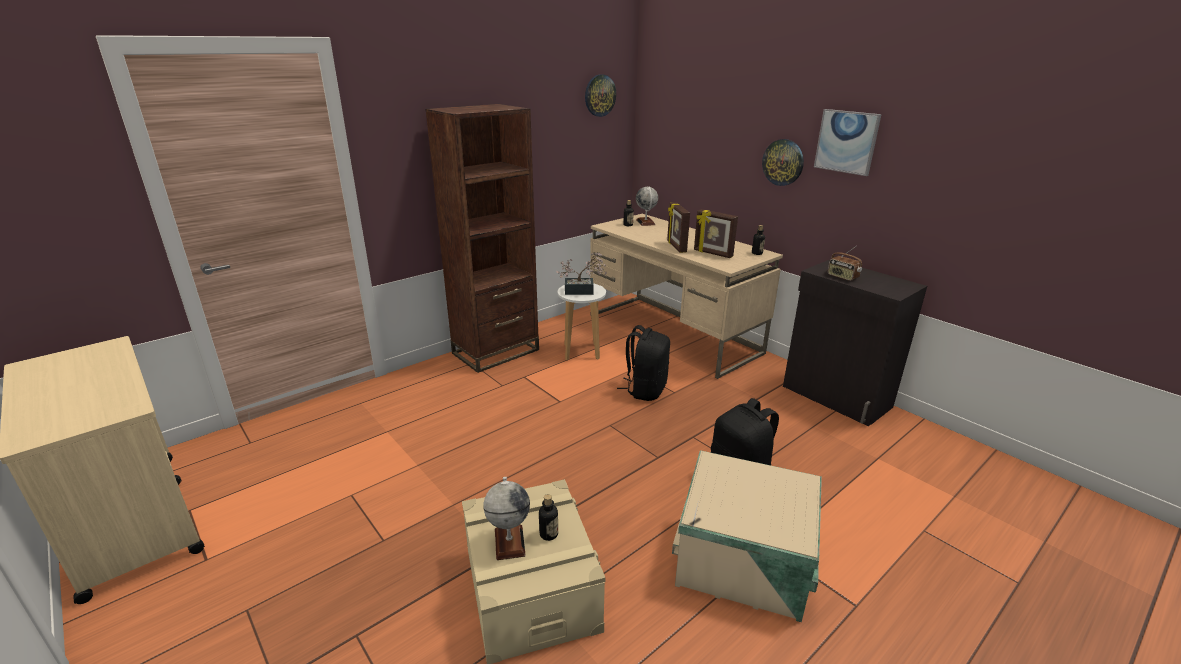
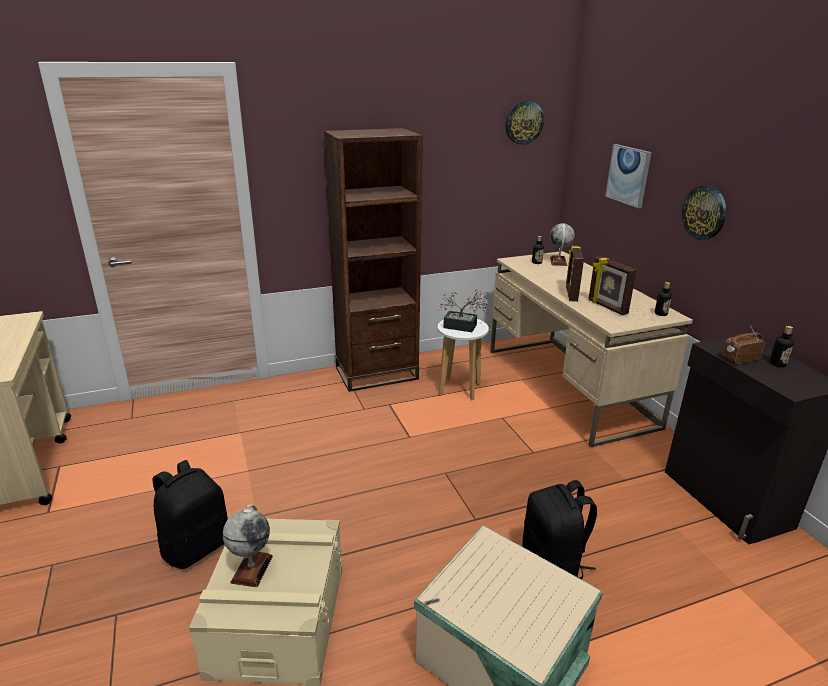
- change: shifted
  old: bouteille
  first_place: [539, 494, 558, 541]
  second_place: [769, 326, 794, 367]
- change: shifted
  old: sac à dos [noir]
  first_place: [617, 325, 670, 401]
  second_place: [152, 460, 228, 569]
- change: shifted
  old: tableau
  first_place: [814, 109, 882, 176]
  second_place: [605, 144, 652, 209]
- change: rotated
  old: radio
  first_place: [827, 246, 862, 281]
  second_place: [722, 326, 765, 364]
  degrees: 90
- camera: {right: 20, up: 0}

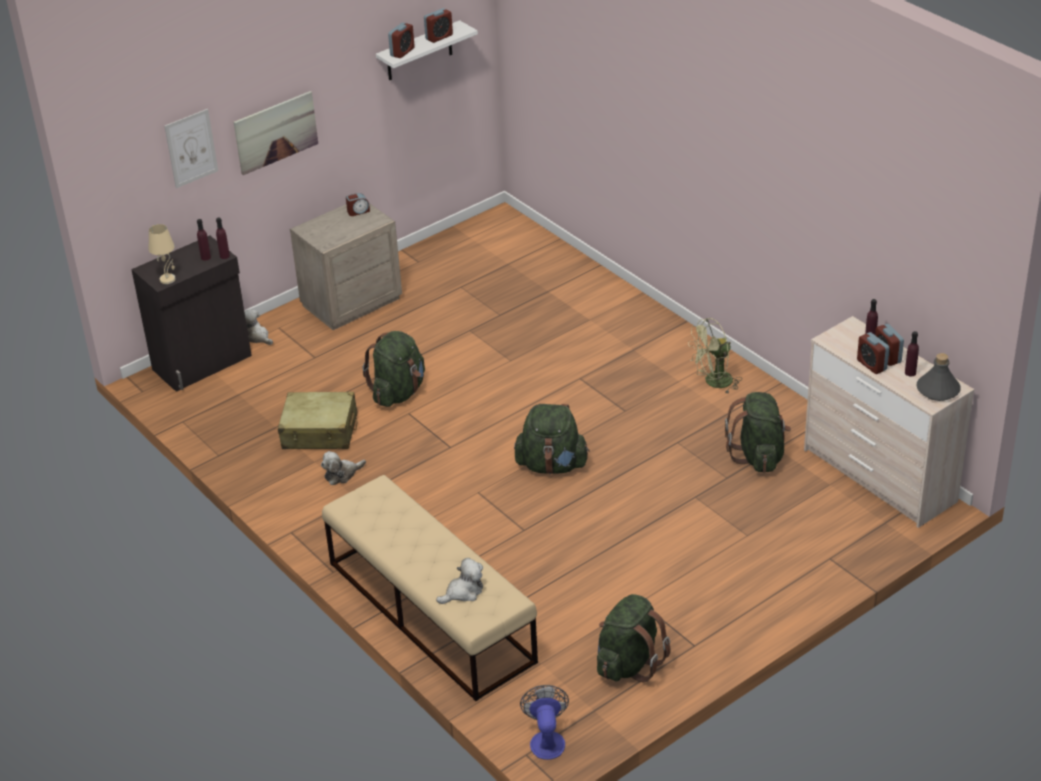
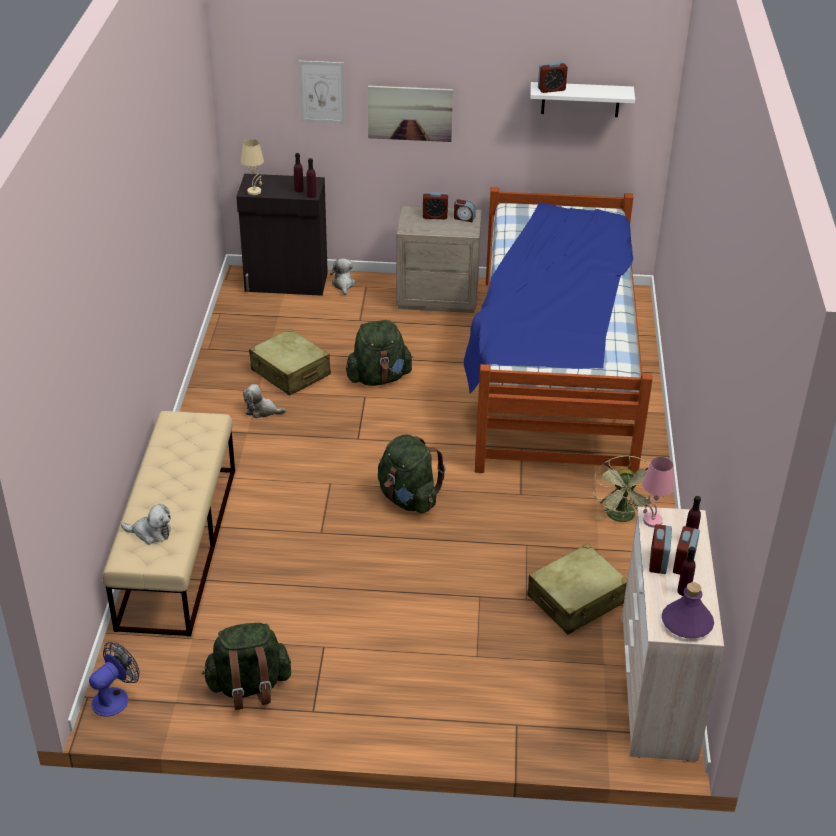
- change: shifted
  old: réveil
  first_place: [424, 8, 453, 43]
  second_place: [423, 192, 448, 219]
- change: rotated
  old: ventilateur [vert]
  first_place: [688, 318, 742, 394]
  second_place: [592, 455, 657, 522]
  degrees: -105
- change: swapped
  old: sac à dos [vert]
  new: valise [beige]
  first_place: [725, 392, 791, 473]
  second_place: [527, 543, 627, 634]
- change: repainted
  old: bouteille [gris]
  new: bouteille [violet]
  first_place: [916, 353, 961, 401]
  second_place: [662, 582, 714, 639]
- change: new
  new: lit
  second_place: [464, 187, 653, 473]
- change: new
  new: lampe de table [rose]
  second_place: [642, 457, 675, 527]
- camera: {right: 40, up: 0}

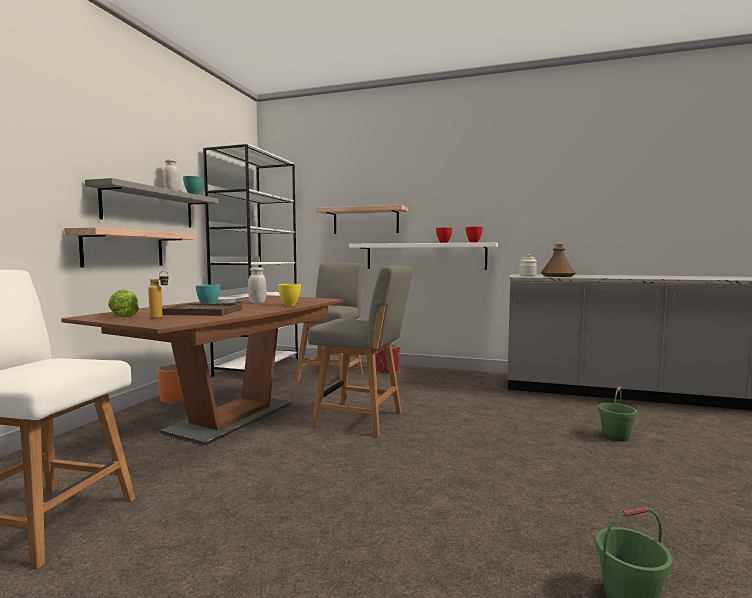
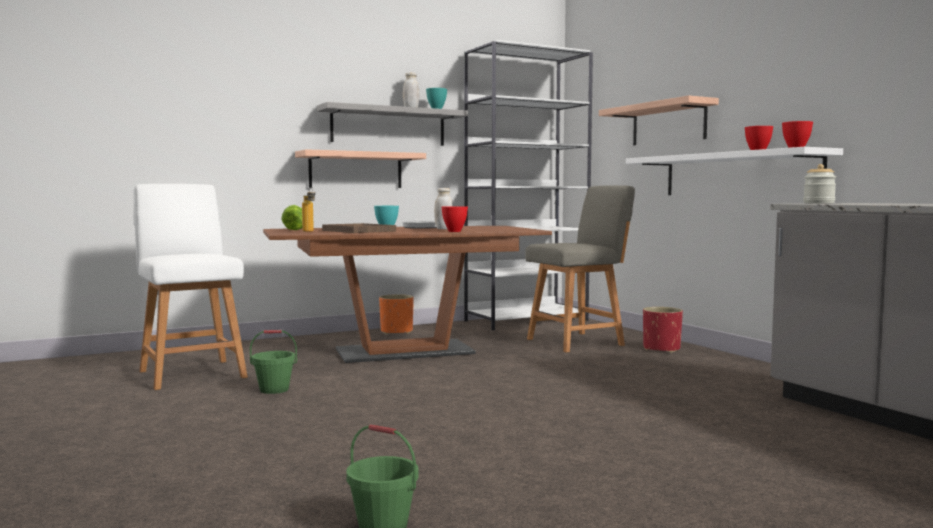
- change: repainted
  old: bol [jaune]
  new: bol [rouge]
  first_place: [278, 284, 301, 306]
  second_place: [441, 206, 468, 232]
- change: gone
  old: chaise [gris]
  first_place: [308, 265, 412, 437]
- change: gone
  old: bouteille [marron]
  first_place: [541, 244, 576, 277]
- change: shifted
  old: seau [vert]
  first_place: [598, 386, 637, 441]
  second_place: [250, 330, 297, 394]
- camera: {right: 45, up: 0}

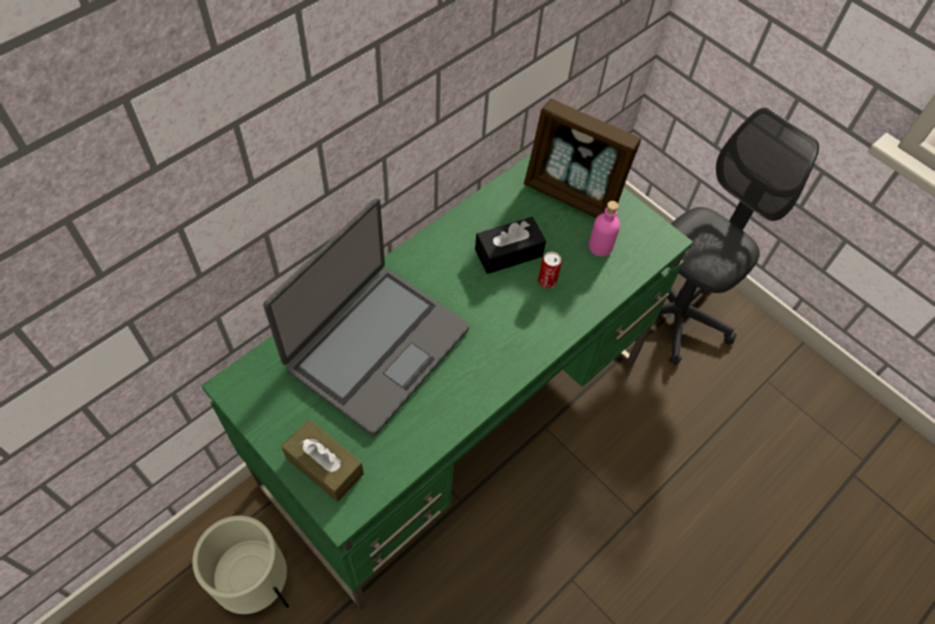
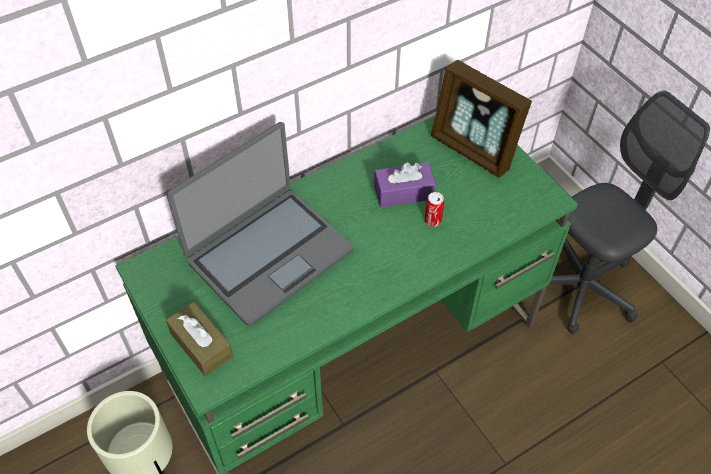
- change: repainted
  old: boîte à mouchoirs [noir]
  new: boîte à mouchoirs [violet]
  first_place: [475, 217, 546, 274]
  second_place: [374, 162, 436, 207]
- change: gone
  old: bouteille [rose]
  first_place: [588, 201, 620, 256]
- camera: {right: 15, up: -5}

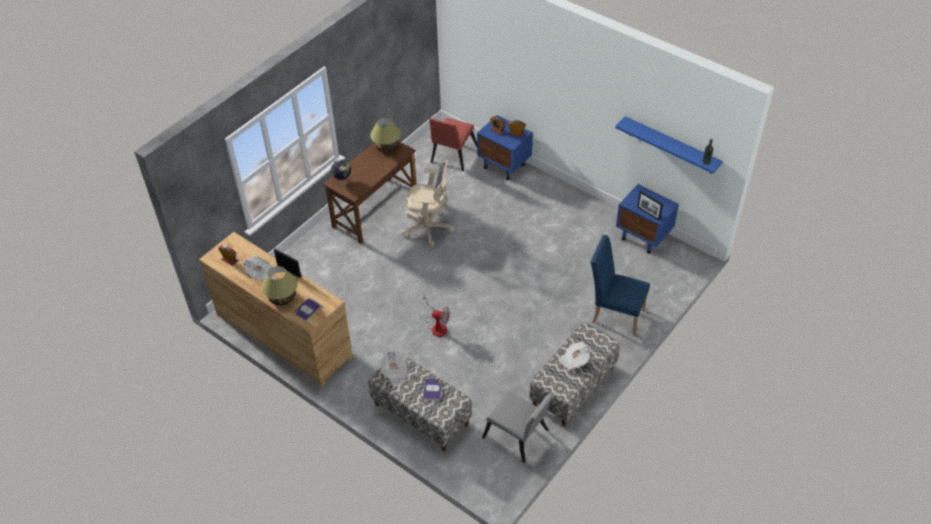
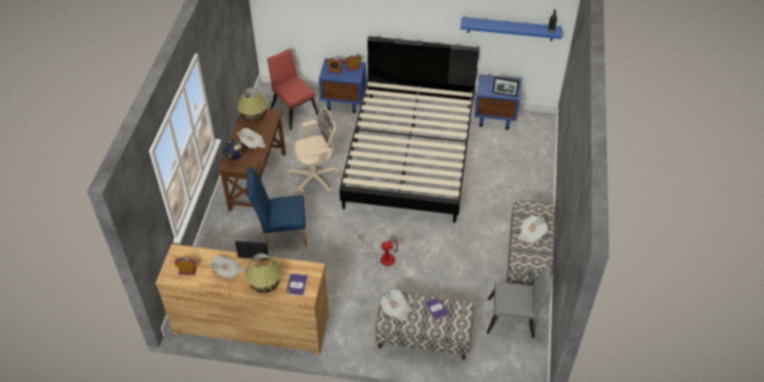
- change: rotated
  old: chaise [rouge]
  first_place: [429, 118, 477, 171]
  second_place: [267, 49, 319, 130]
  degrees: 150
- change: shifted
  old: chaise [bleu]
  first_place: [591, 235, 650, 336]
  second_place: [247, 167, 307, 249]
- change: new
  new: journal
  second_place: [237, 128, 265, 149]
- change: new
  new: lit [noir]
  second_place: [339, 36, 479, 223]
- camera: {right: -30, up: 0}

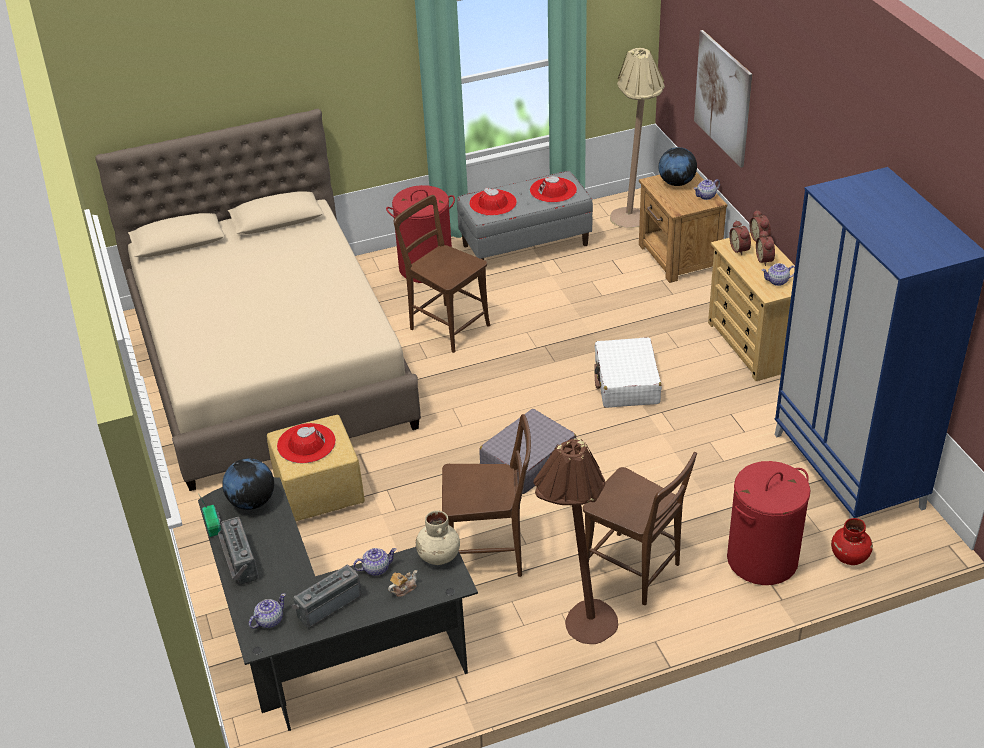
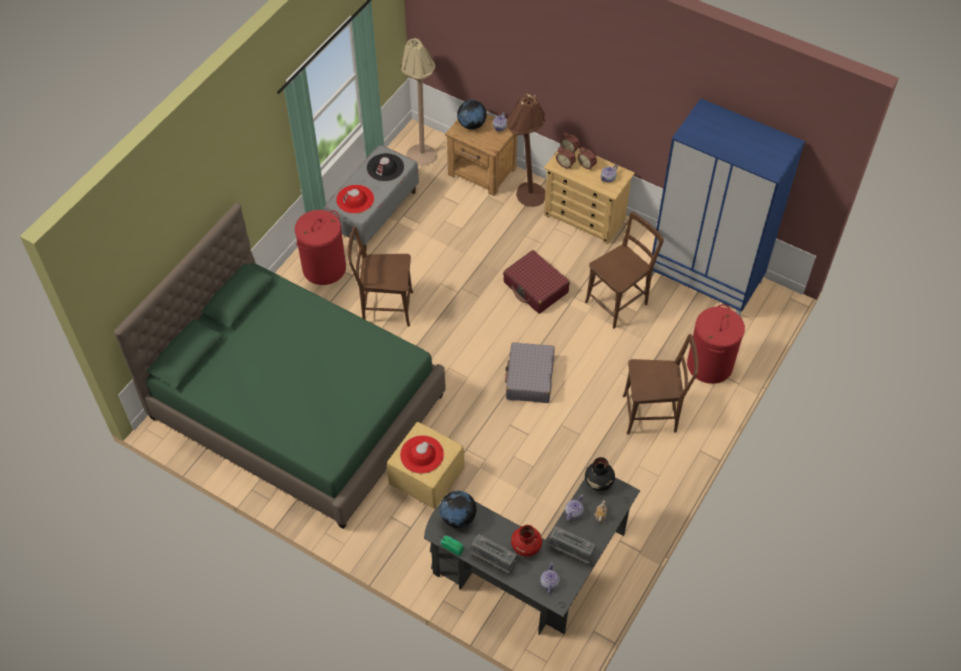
- change: repainted
  old: lit [beige]
  new: lit [vert]
  first_place: [95, 109, 421, 491]
  second_place: [114, 203, 446, 529]
- change: rotated
  old: radio
  first_place: [291, 565, 362, 628]
  second_place: [547, 526, 596, 564]
  degrees: -75
- change: repainted
  old: vase [beige]
  new: vase [noir]
  first_place: [416, 511, 460, 565]
  second_place: [585, 457, 615, 491]
- change: shifted
  old: chaise [marron]
  first_place: [442, 414, 531, 577]
  second_place: [585, 212, 664, 329]
- change: repainted
  old: chapeau [rouge]
  new: chapeau [noir]
  first_place: [530, 176, 577, 203]
  second_place: [367, 153, 404, 181]
- change: shifted
  old: lampadaire [marron]
  first_place: [533, 438, 618, 644]
  second_place: [507, 94, 546, 207]
- change: repainted
  old: valise [blanc]
  new: valise [rouge]
  first_place: [594, 337, 662, 408]
  second_place: [503, 250, 570, 314]
- change: gone
  old: tableau
  first_place: [694, 30, 752, 168]
- change: shifted
  old: vase [rouge]
  first_place: [831, 518, 873, 565]
  second_place: [511, 525, 542, 557]
- camera: {right: -40, up: 15}

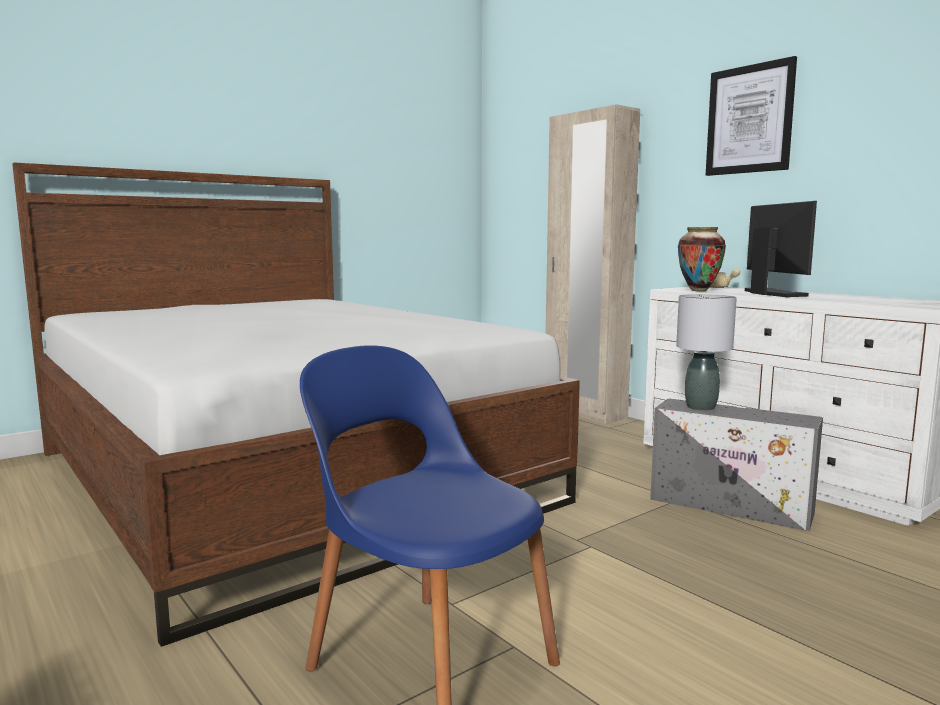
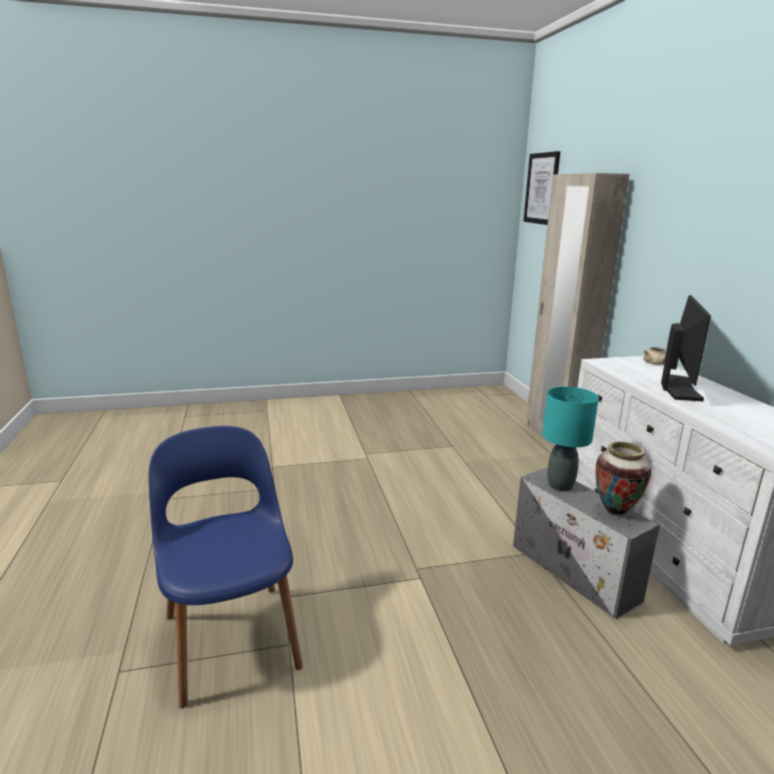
- change: gone
  old: lit
  first_place: [12, 163, 580, 647]
- change: repainted
  old: lampe de table [gris]
  new: lampe de table [turquoise]
  first_place: [676, 294, 737, 411]
  second_place: [542, 386, 599, 491]
- change: shifted
  old: vase
  first_place: [678, 227, 726, 291]
  second_place: [596, 441, 651, 516]
- change: shifted
  old: tableau
  first_place: [706, 56, 797, 176]
  second_place: [523, 151, 560, 225]
- camera: {right: 25, up: 10}

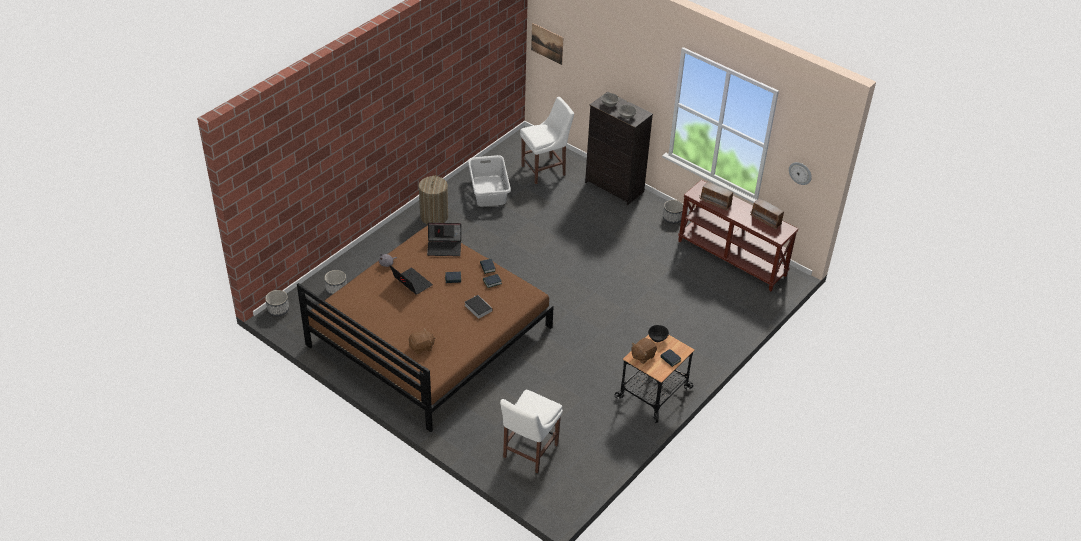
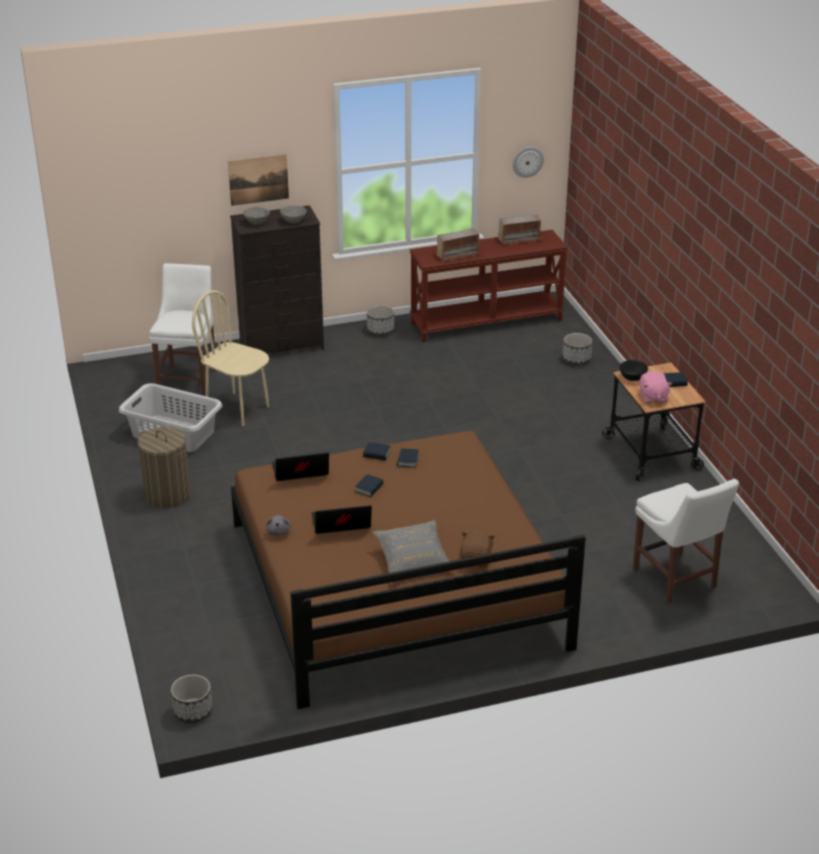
- change: shifted
  old: cache-pot
  first_place: [324, 270, 347, 295]
  second_place: [563, 333, 592, 365]
- change: rotated
  old: ordinateur portable
  first_place: [427, 223, 461, 256]
  second_place: [272, 452, 329, 481]
  degrees: -135
- change: gone
  old: livre
  first_place: [465, 295, 492, 319]
- change: shifted
  old: tableau
  first_place: [531, 23, 563, 65]
  second_place: [228, 154, 289, 206]
- change: repainted
  old: peluche [marron]
  new: peluche [rose]
  first_place: [631, 338, 657, 364]
  second_place: [639, 371, 672, 404]
- change: new
  new: chaise [beige]
  second_place: [192, 290, 269, 426]
- change: new
  new: coussin [gris]
  second_place: [372, 520, 454, 584]
- camera: {right: -55, up: -10}

